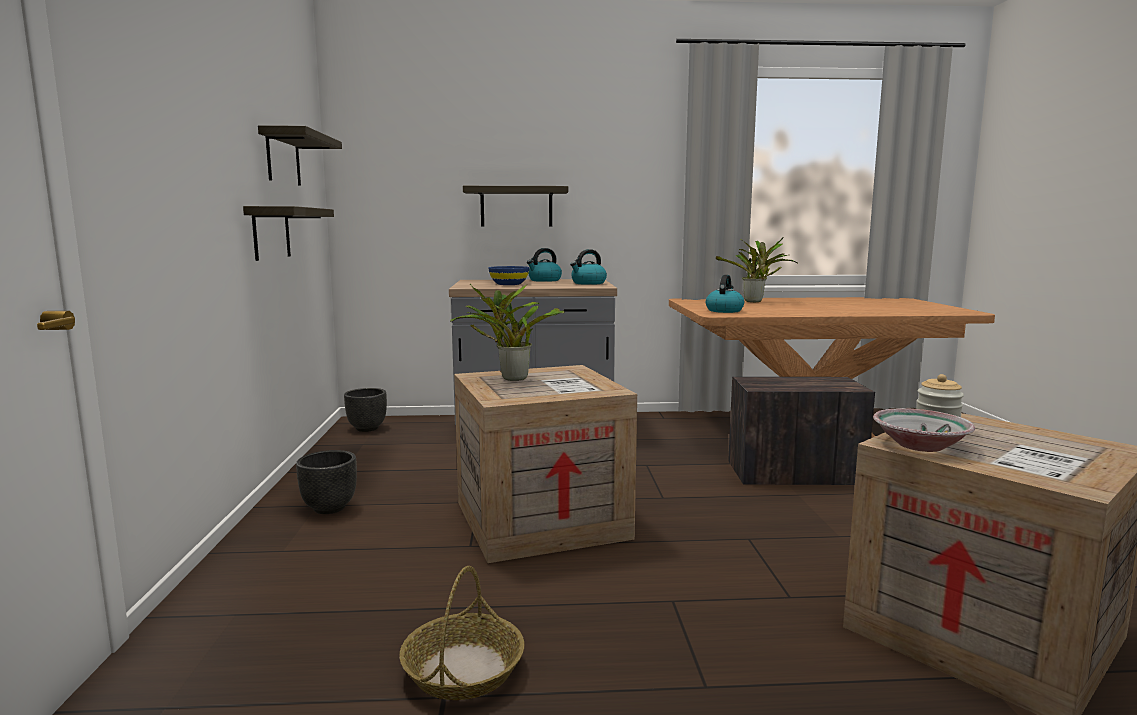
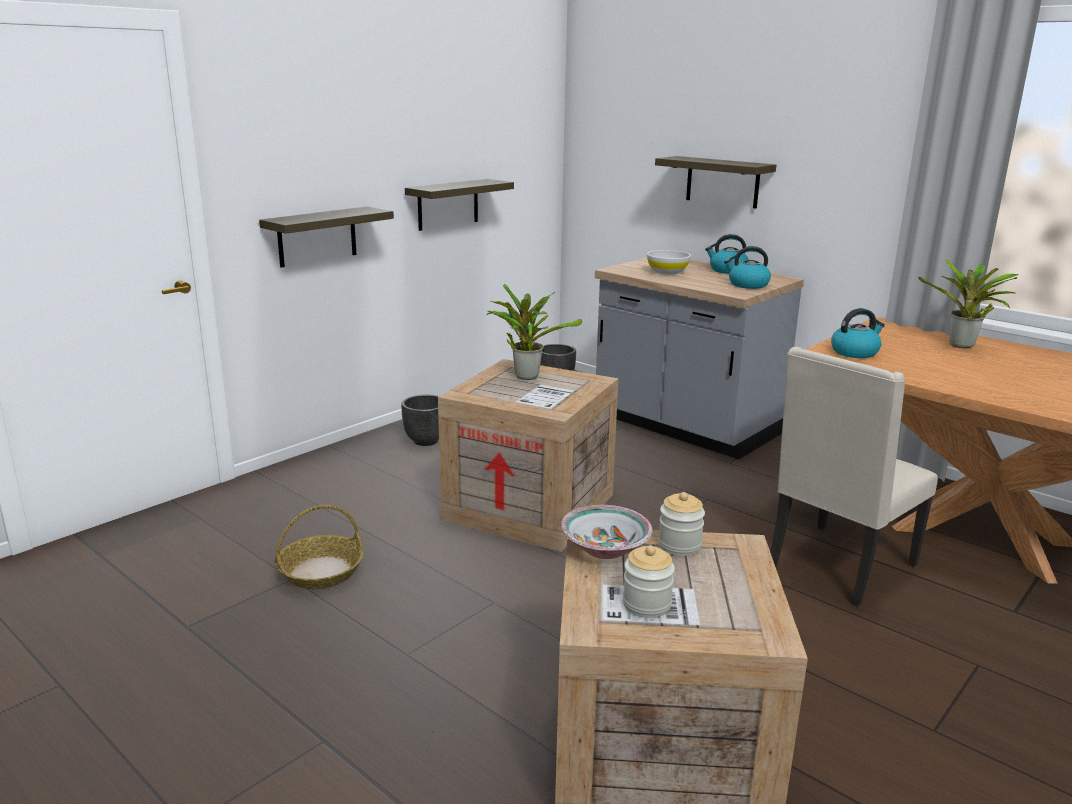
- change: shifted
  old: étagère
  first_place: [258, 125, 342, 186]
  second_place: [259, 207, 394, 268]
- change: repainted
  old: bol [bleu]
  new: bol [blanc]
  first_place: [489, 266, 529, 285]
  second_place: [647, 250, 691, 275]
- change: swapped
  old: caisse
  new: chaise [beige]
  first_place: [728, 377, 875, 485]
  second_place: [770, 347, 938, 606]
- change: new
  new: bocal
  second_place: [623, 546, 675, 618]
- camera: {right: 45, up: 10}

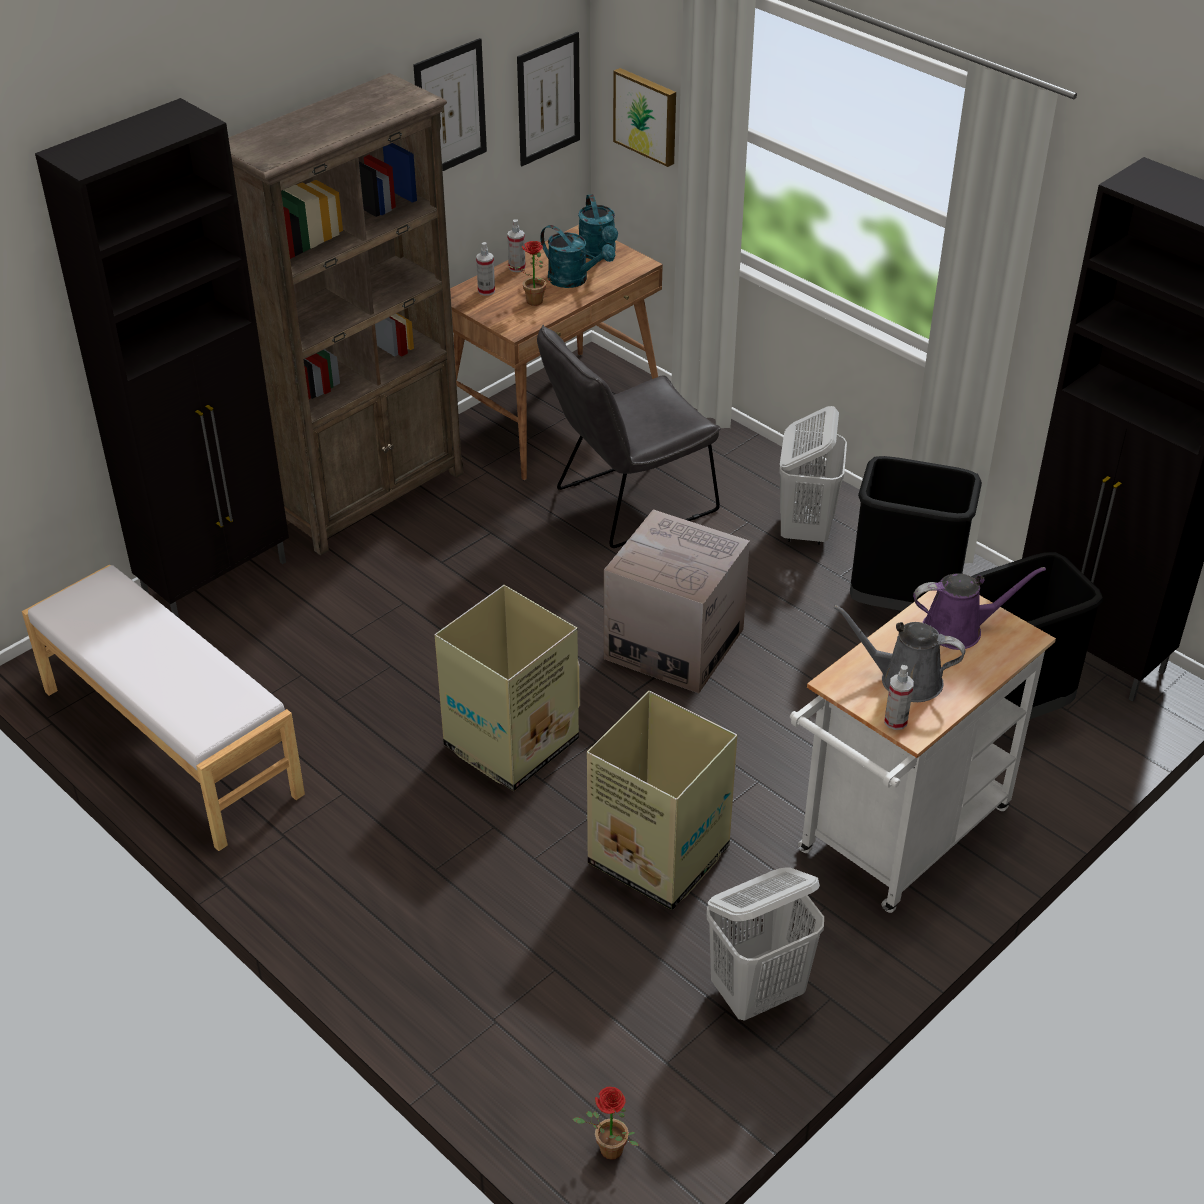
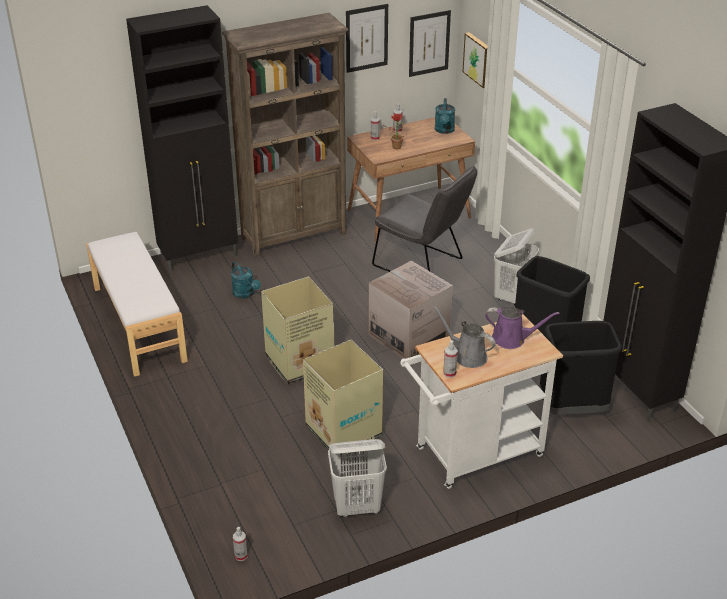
- change: rotated
  old: chaise [gris]
  first_place: [537, 325, 721, 548]
  second_place: [372, 166, 477, 272]
  degrees: -135
- change: shifted
  old: arrosoir [turquoise]
  first_place: [540, 225, 615, 288]
  second_place: [231, 261, 261, 299]
- change: swapped
  old: plante en pot
  new: vaporisateur
  first_place: [573, 1087, 638, 1160]
  second_place: [233, 527, 247, 561]
- camera: {right: 20, up: -5}

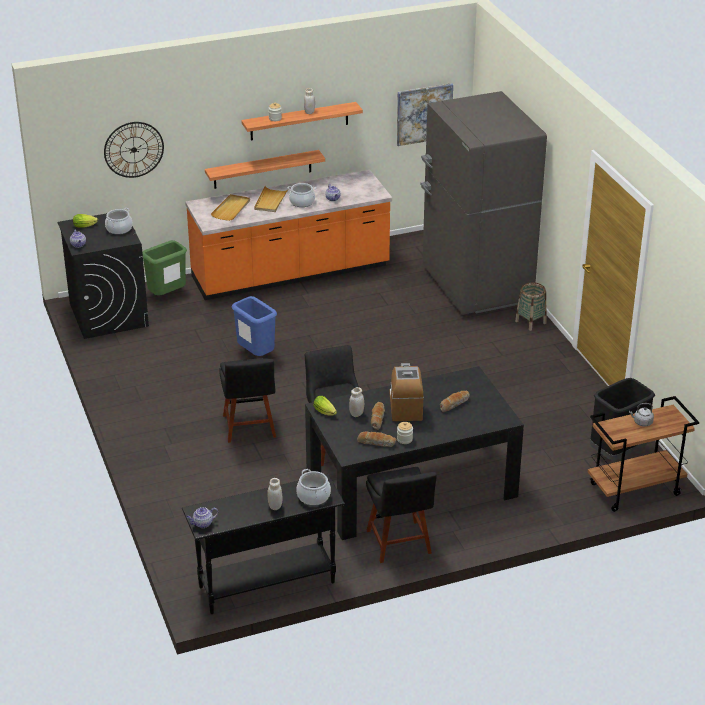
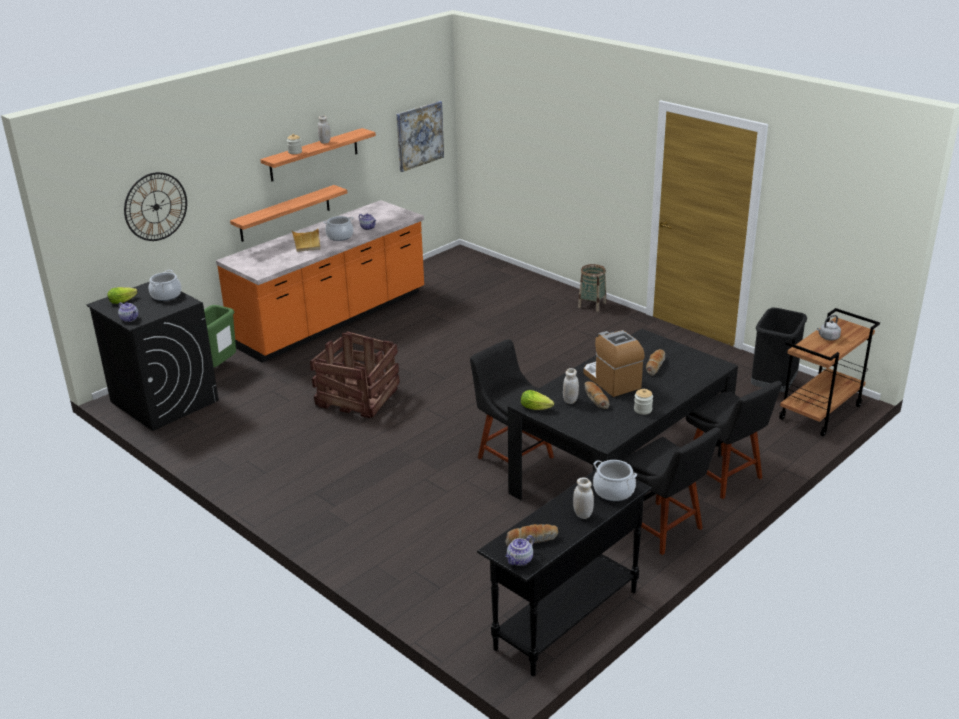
- change: gone
  old: plateau [beige]
  first_place: [211, 194, 250, 221]
- change: shifted
  old: chaise [noir]
  first_place: [219, 358, 276, 443]
  second_place: [686, 381, 782, 499]
- change: swapped
  old: poubelle [bleu]
  new: caisse
  first_place: [232, 296, 277, 356]
  second_place: [310, 331, 400, 418]
- change: shifted
  old: pain
  first_place: [357, 432, 396, 447]
  second_place: [505, 524, 558, 546]
- change: gone
  old: réfrigérateur [gris]
  first_place: [421, 91, 547, 315]
- camera: {right: -25, up: -5}

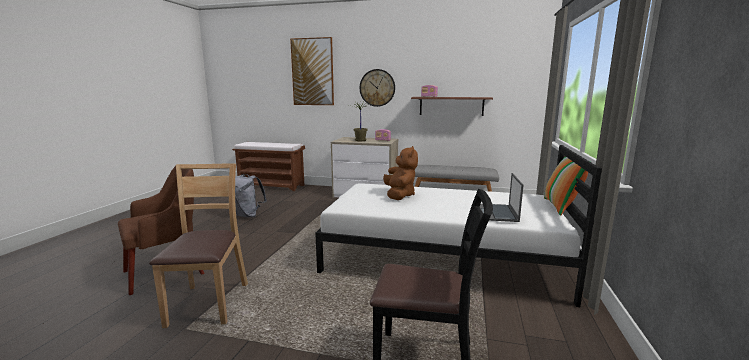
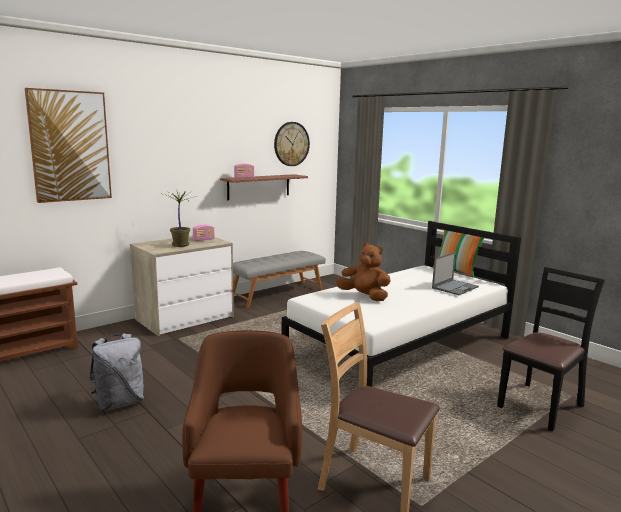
- change: shifted
  old: horloge murale
  first_place: [360, 69, 395, 107]
  second_place: [274, 122, 310, 166]
- change: rotated
  old: ordinateur portable
  first_place: [480, 173, 523, 222]
  second_place: [432, 252, 479, 295]
  degrees: -90
- camera: {right: -55, up: 0}

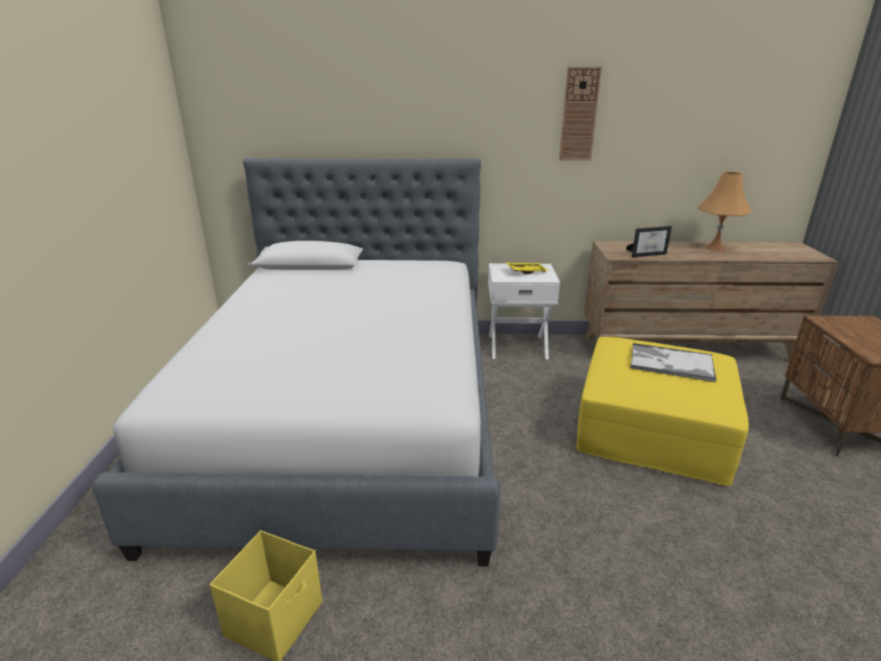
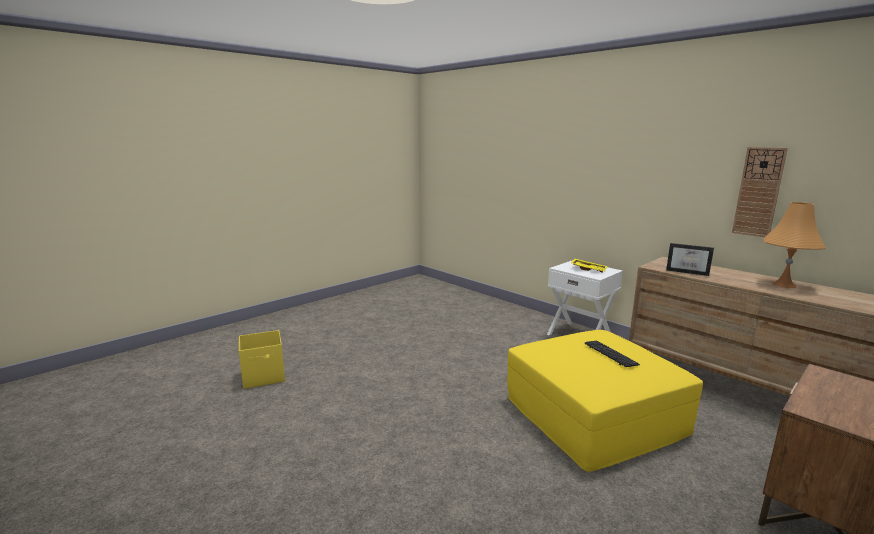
- change: gone
  old: lit
  first_place: [93, 158, 500, 566]
- change: shifted
  old: horloge murale
  first_place: [559, 67, 602, 160]
  second_place: [732, 147, 788, 237]
- change: swapped
  old: plateau
  new: clavier
  first_place: [630, 343, 717, 382]
  second_place: [584, 340, 640, 367]
- camera: {right: 45, up: -10}

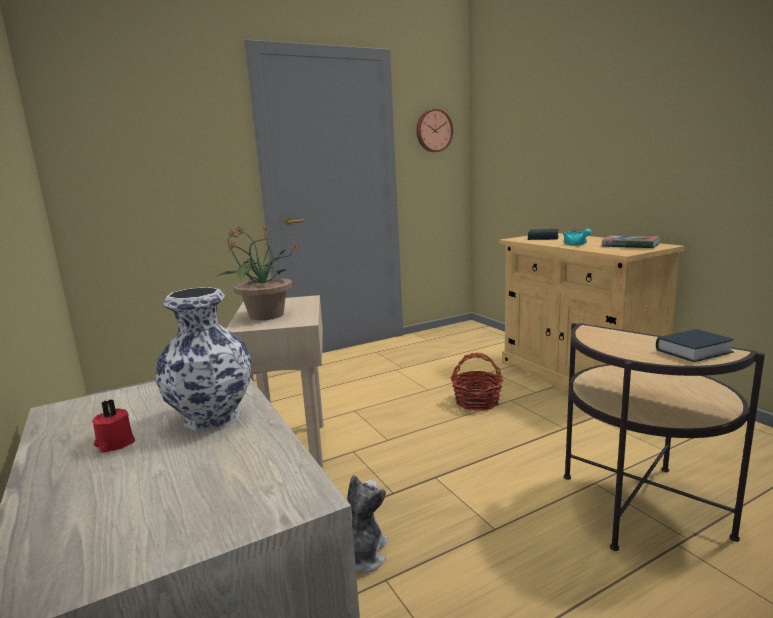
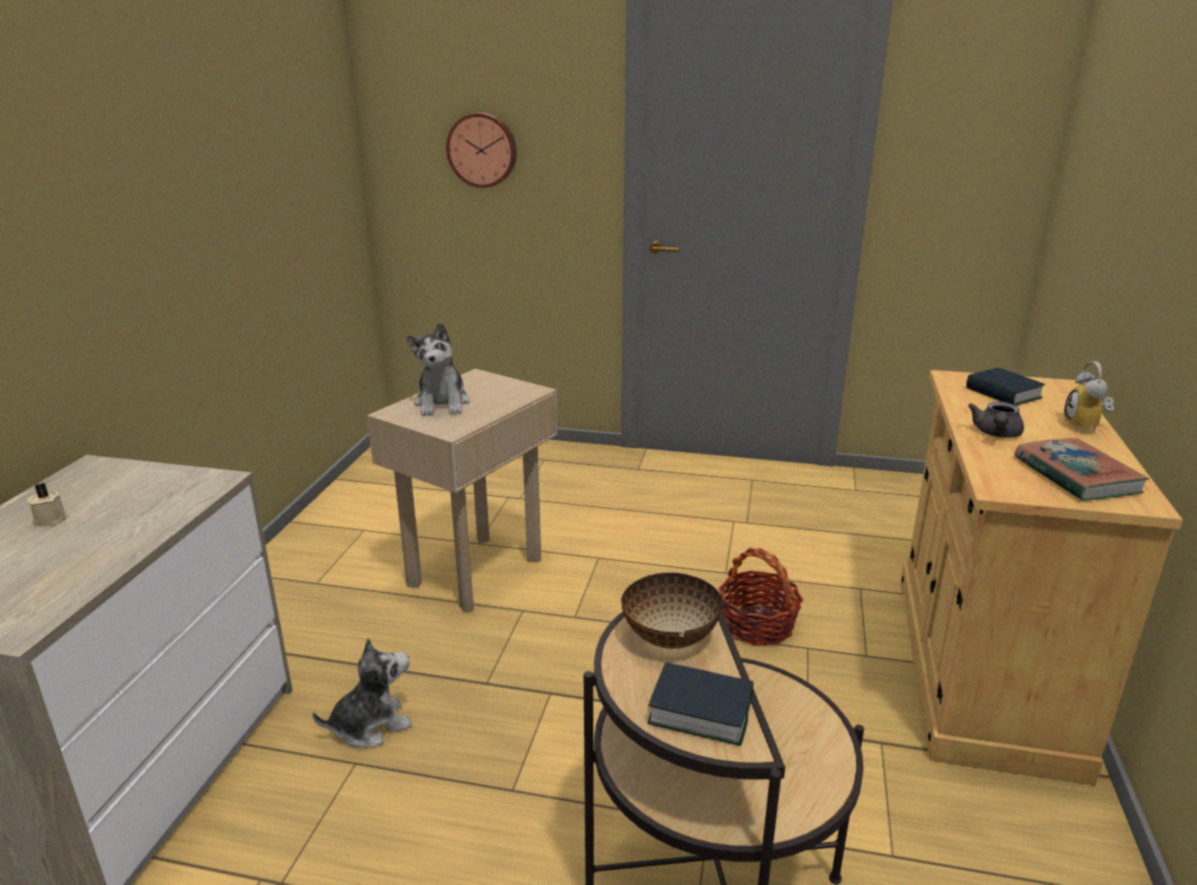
- change: repainted
  old: bougie [rouge]
  new: bougie [beige]
  first_place: [92, 399, 135, 453]
  second_place: [27, 483, 68, 527]
- change: gone
  old: vase
  first_place: [155, 287, 252, 431]
- change: swapped
  old: plante en pot
  new: peluche
  first_place: [216, 225, 298, 320]
  second_place: [407, 323, 470, 416]
- change: shifted
  old: horloge murale
  first_place: [416, 109, 453, 152]
  second_place: [446, 113, 517, 188]
- change: repainted
  old: théière [turquoise]
  new: théière [gris]
  first_place: [563, 228, 591, 245]
  second_place: [968, 401, 1024, 438]
- change: new
  new: bol
  second_place: [621, 573, 723, 649]
- change: new
  new: réveil
  second_place: [1064, 361, 1114, 434]
- camera: {right: 40, up: 10}

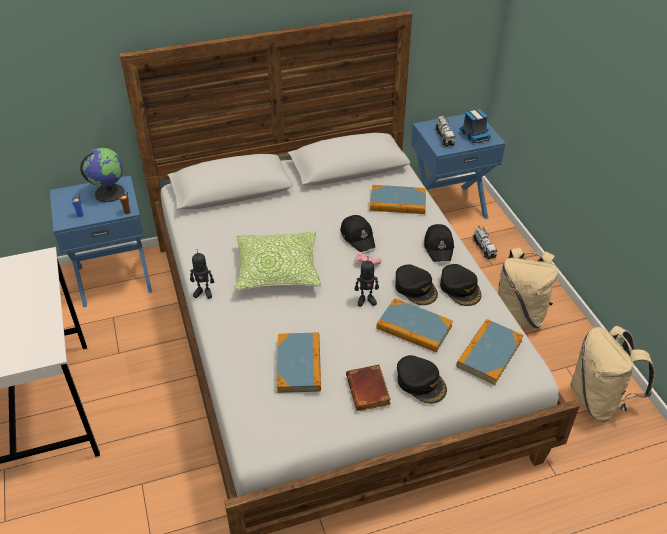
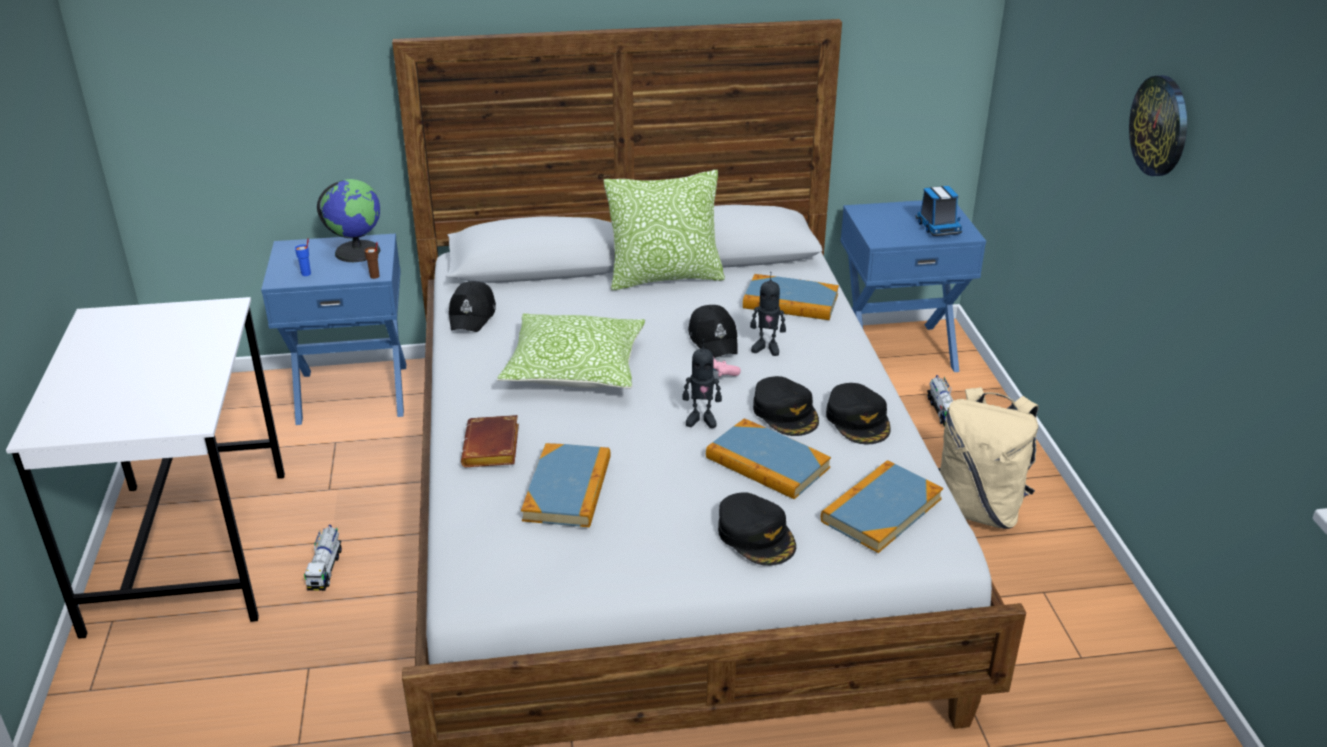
- change: shifted
  old: robot jouet
  first_place: [190, 249, 214, 299]
  second_place: [750, 272, 786, 356]
- change: shifted
  old: livre [marron]
  first_place: [346, 364, 391, 411]
  second_place: [461, 415, 519, 467]
- change: shifted
  old: casquette [noir]
  first_place: [424, 224, 454, 262]
  second_place: [449, 281, 496, 332]
- change: shifted
  old: camion jouet
  first_place: [436, 115, 456, 146]
  second_place: [304, 525, 342, 591]
- change: gone
  old: sac à dos [beige]
  first_place: [570, 326, 655, 421]
- change: new
  new: coussin
  second_place: [604, 170, 725, 291]
- change: new
  new: horloge murale
  second_place: [1129, 75, 1187, 176]
- camera: {right: 10, up: -10}

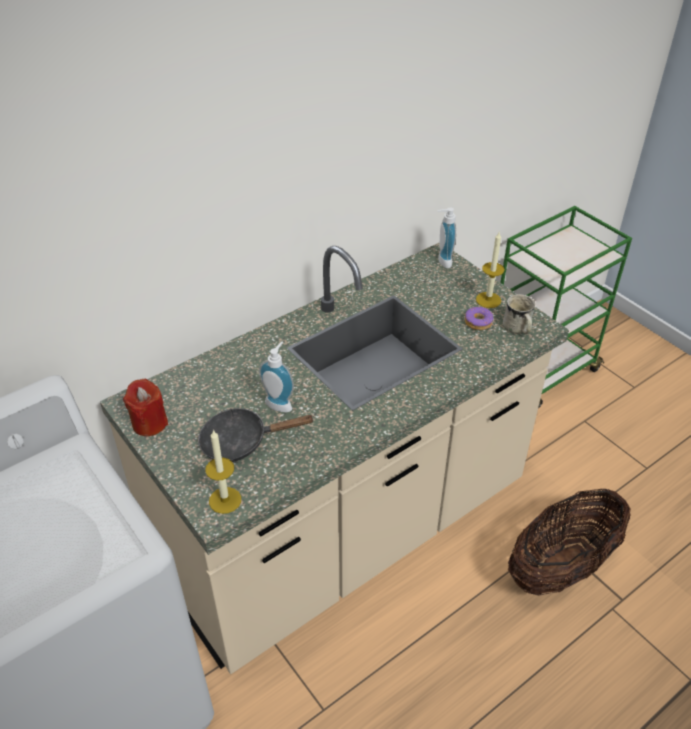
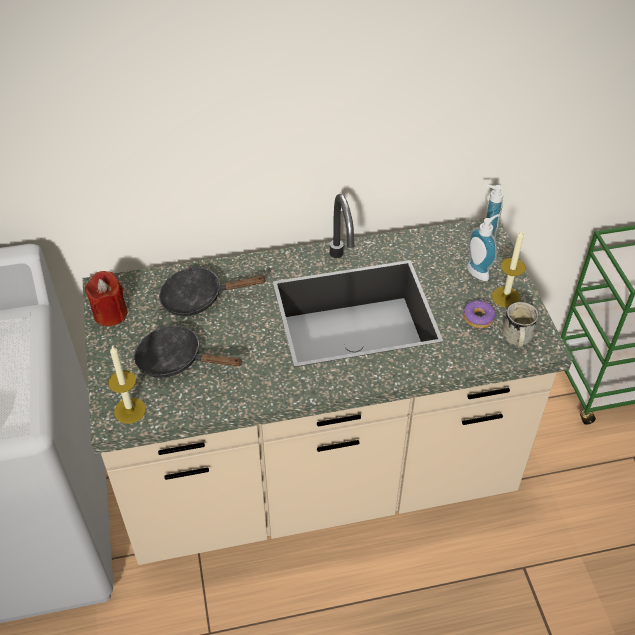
- change: shifted
  old: distributeur de savon
  first_place: [259, 342, 294, 412]
  second_place: [467, 214, 499, 281]
- change: gone
  old: panier
  first_place: [508, 488, 631, 596]
- change: new
  new: poêle [noir]
  second_place: [159, 267, 267, 316]
- camera: {right: 25, up: 5}

